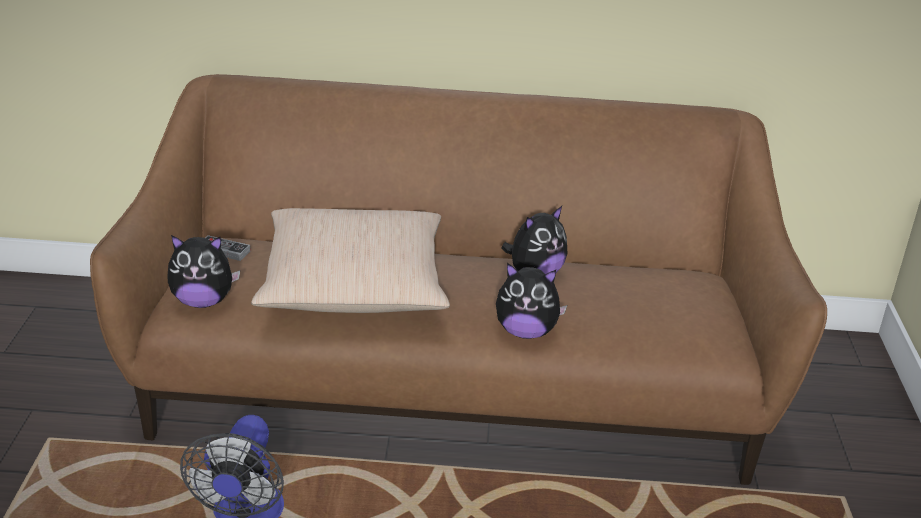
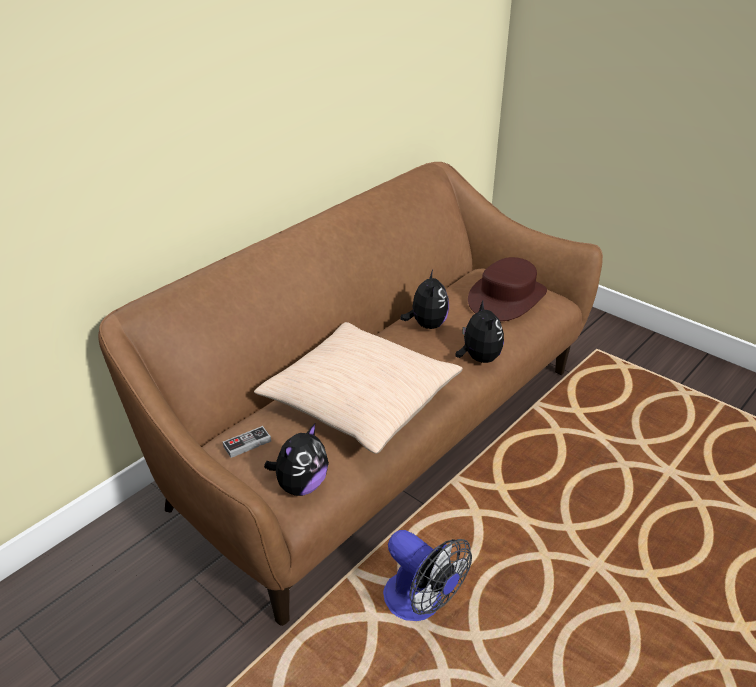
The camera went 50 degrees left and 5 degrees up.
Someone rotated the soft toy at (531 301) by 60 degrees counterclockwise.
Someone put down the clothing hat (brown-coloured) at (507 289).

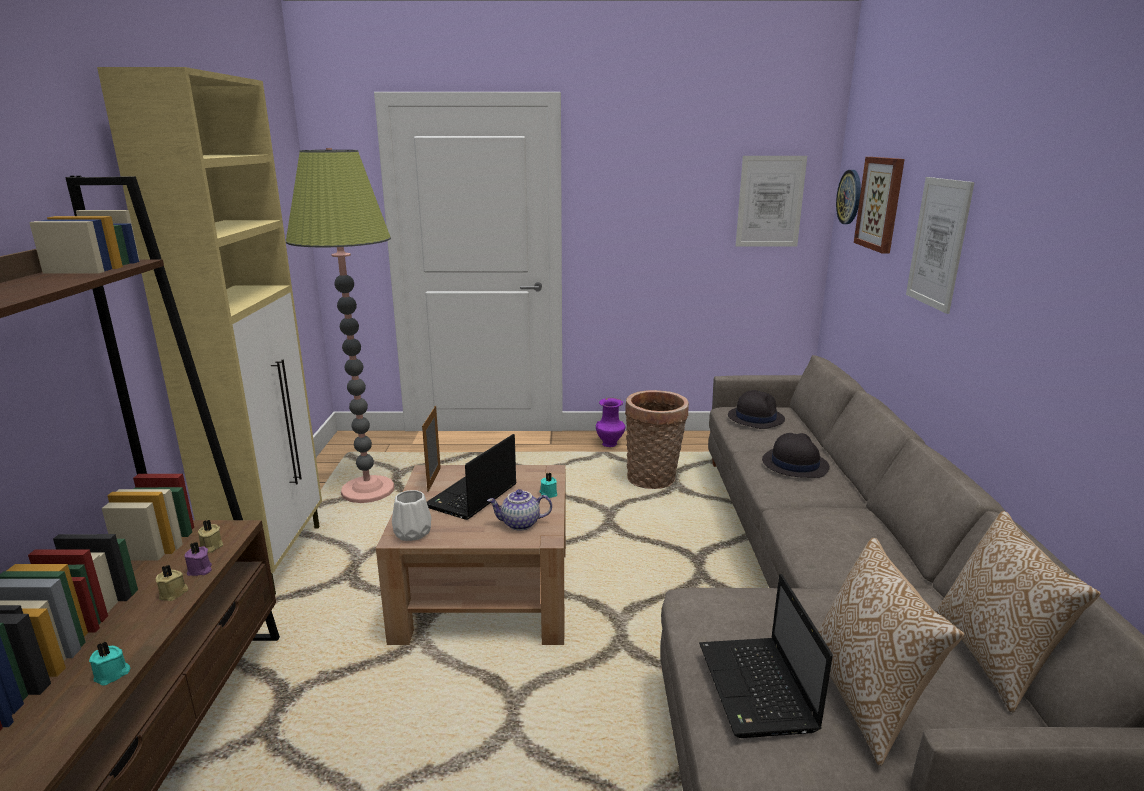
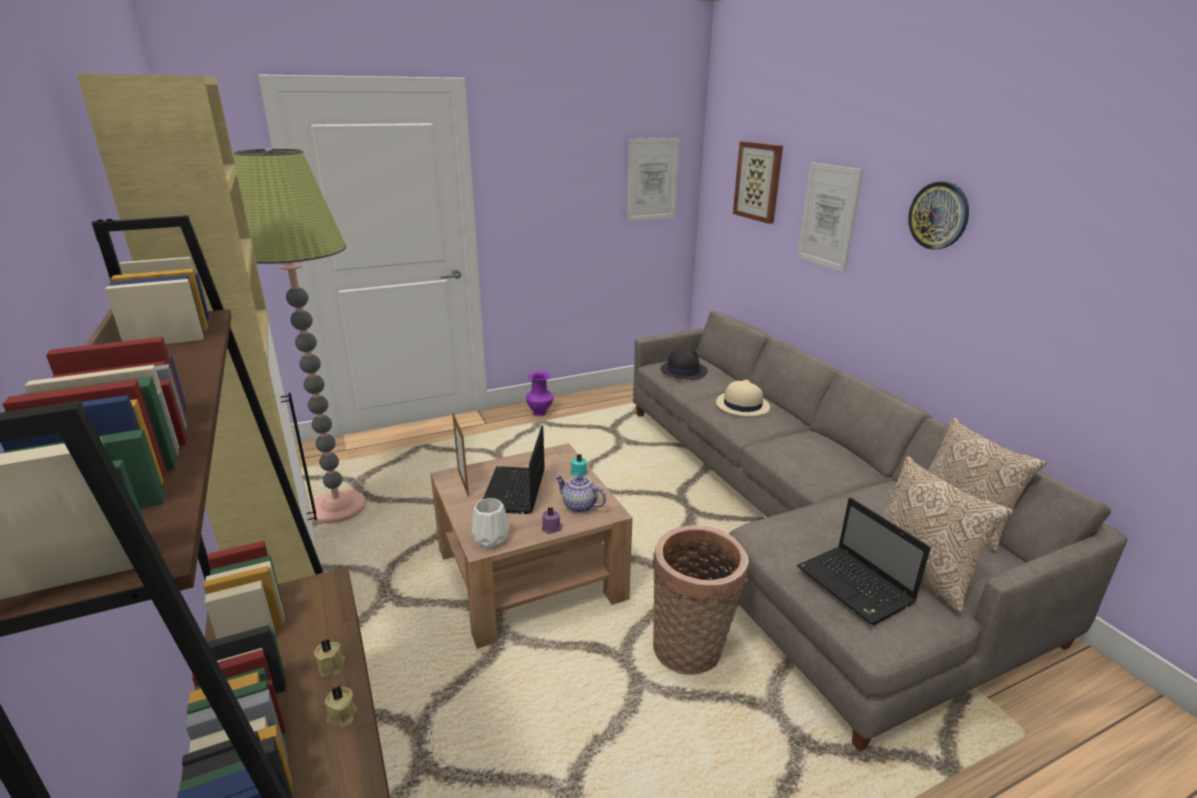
The camera went 25 degrees left and 5 degrees up.
Someone carried the wall clock from (848 197) to (938 215).
Someone carried the basket from (657 439) to (700 600).
Someone repainted the clothing hat (blackish) at (796 455), which became the clothing hat (beige-coloured) at (743 398).
Someone rotated the pot for tea at (519 510) by 60 degrees clockwise.
Someone carried the candle (beige-coloured) from (210 536) to (341 707).
Someone carried the candle (purple-coloured) from (198 559) to (552 520).
Someone took away the candle (turquoise-coloured) at (109 663).

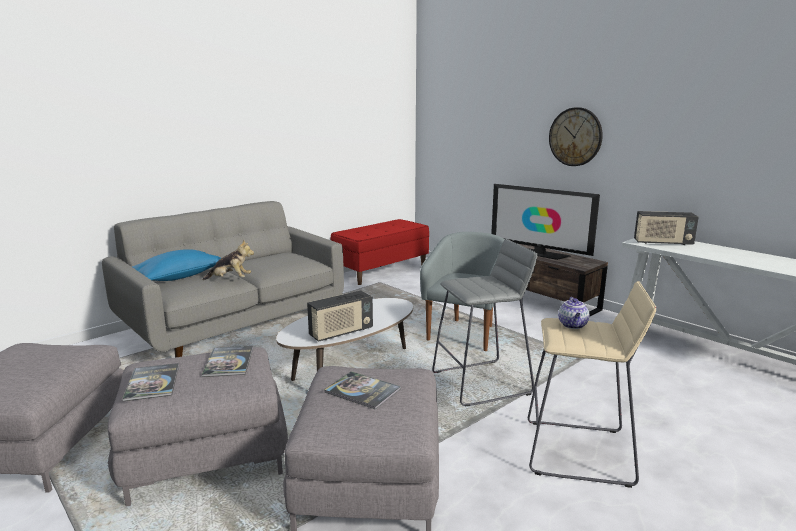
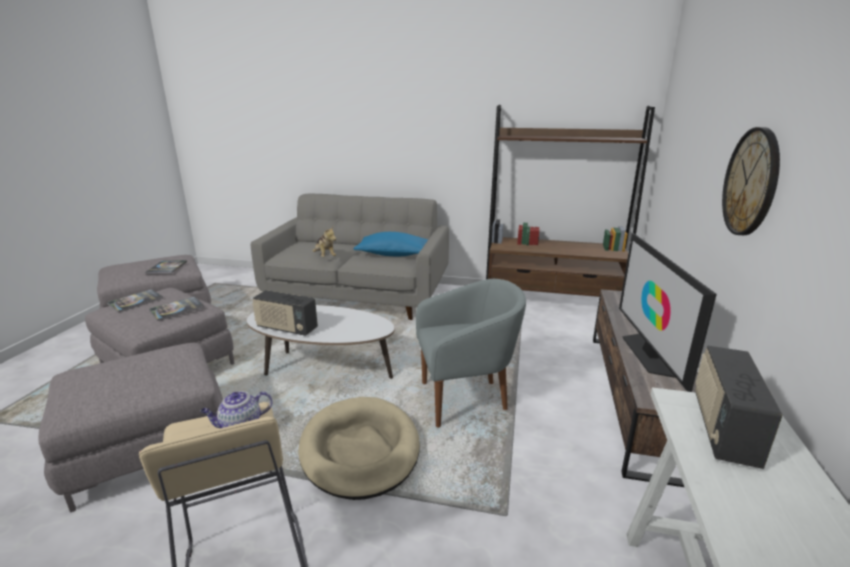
The camera went 55 degrees right and 5 degrees up.
Someone rotated the radio set at (666 228) by 45 degrees clockwise.
Someone swapped the indoor bench (reddish) at (380 252) for the shelving unit (brown-coloured) at (570 201).
Someone swapped the sitting stool (greyish) at (484 322) for the pet bed (beige-coloured) at (359 448).
Someone carried the cushion (blue-coloured) from (176 265) to (391 244).
Someone carried the book from (362 390) to (166 267).

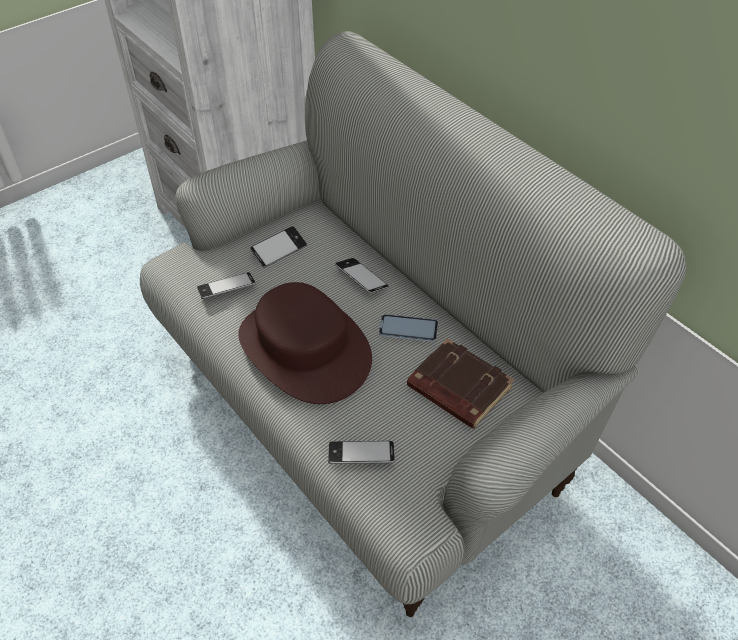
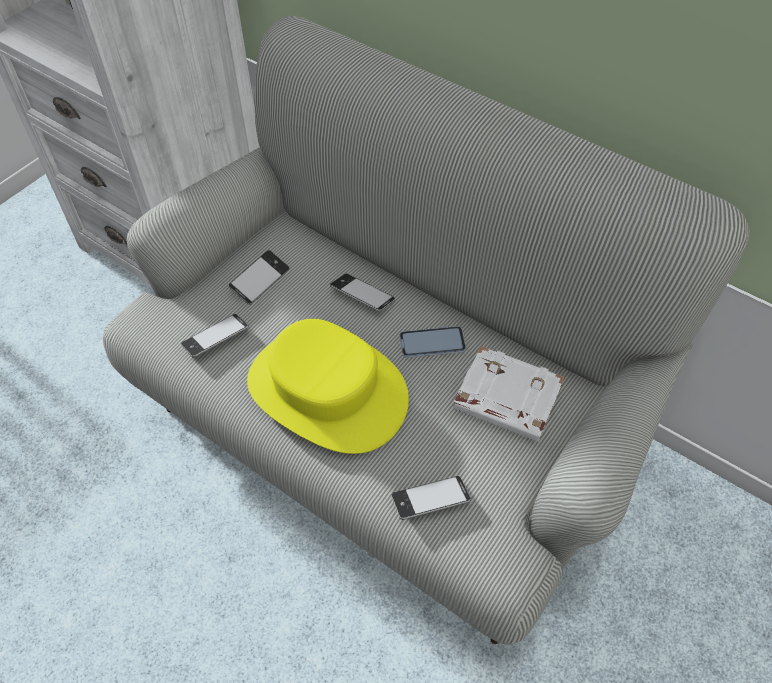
The camera went 15 degrees left and 5 degrees up.
Someone repainted the clothing hat (brown-coloured) at (305 343), which became the clothing hat (yellowish) at (328 386).
Someone repainted the book (brown-coloured) at (460 383), which became the book (whitish) at (509 394).

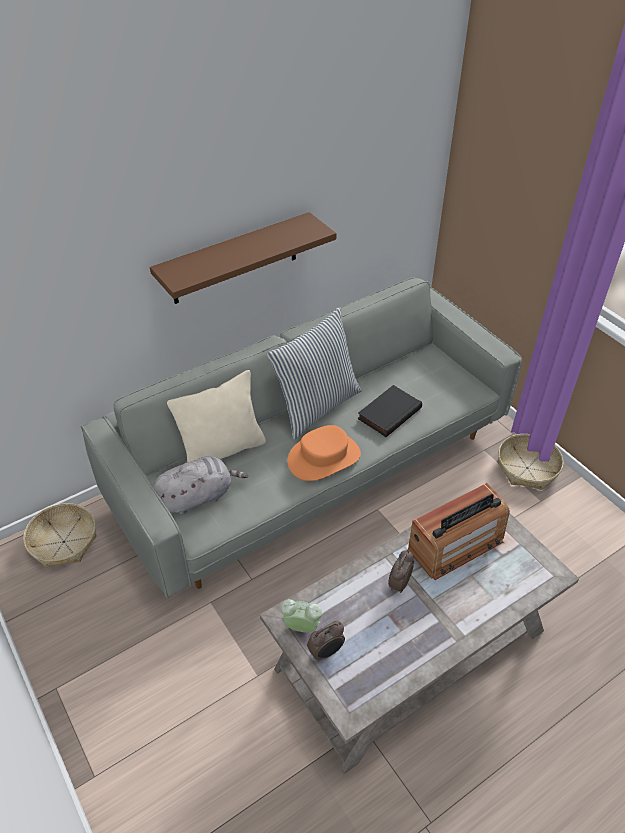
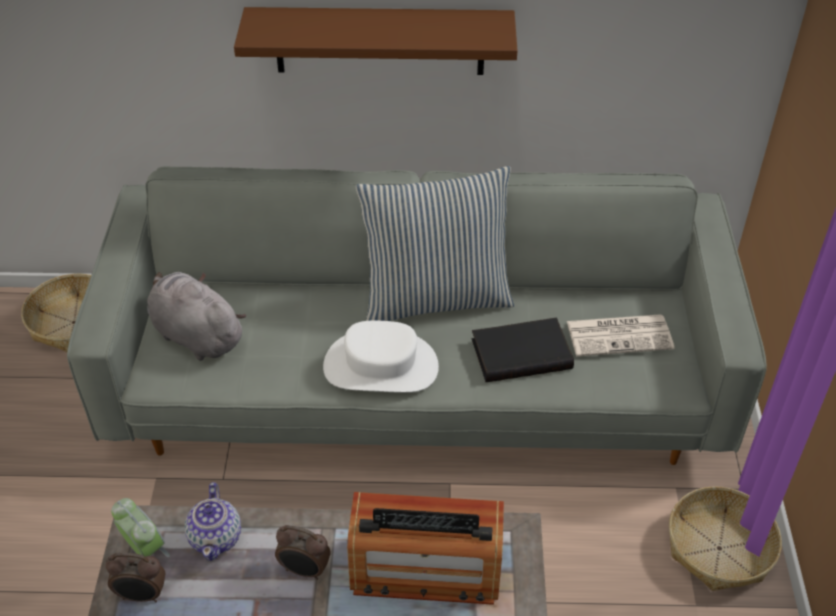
The camera went 35 degrees right and 0 degrees up.
Someone took away the cushion (beige-coloured) at (216 416).
Someone repainted the clothing hat (orange-coloured) at (324 453), which became the clothing hat (whitish) at (381 356).
Someone rotated the soft toy (greyish) at (200 485) by 150 degrees counterclockwise.
Someone rotated the table clock at (401 571) by 135 degrees counterclockwise.
Someone put down the newspaper at (621 335).
Someone put down the pot for tea at (213 521).

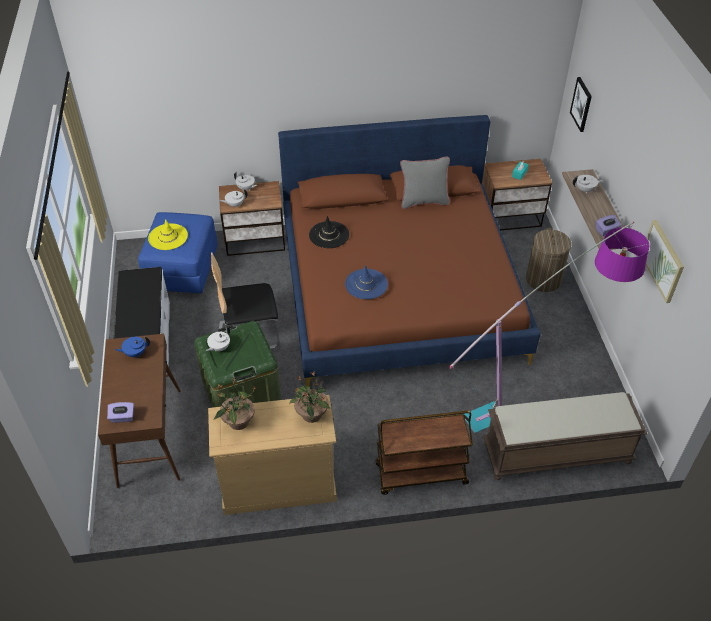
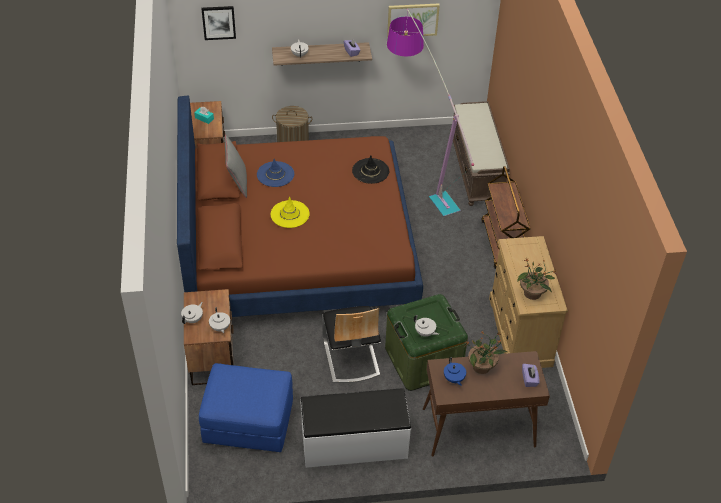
The camera went 90 degrees left and 0 degrees up.
Someone carried the clothing hat (blackish) from (329 232) to (370 169).
Someone carried the clothing hat (yellowish) from (168 234) to (290 212).
Someone carried the clothing hat (blue-coloured) from (366 282) to (275 173).
Someone carried the houseplant from (310 397) to (486 352).

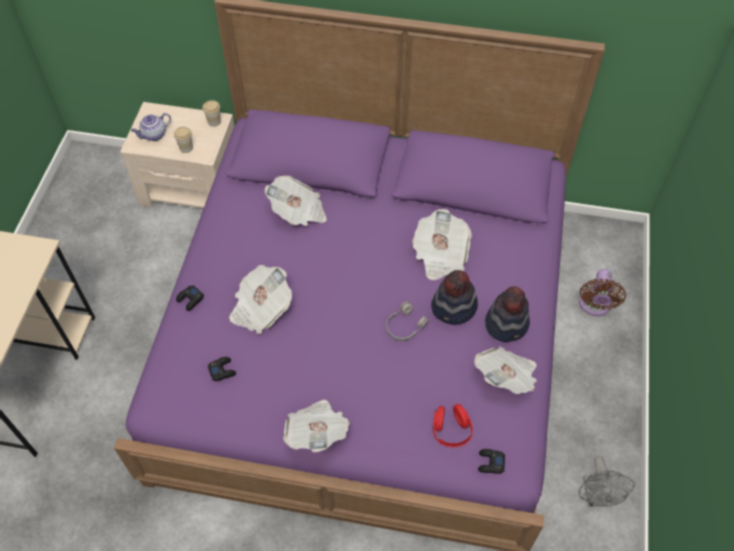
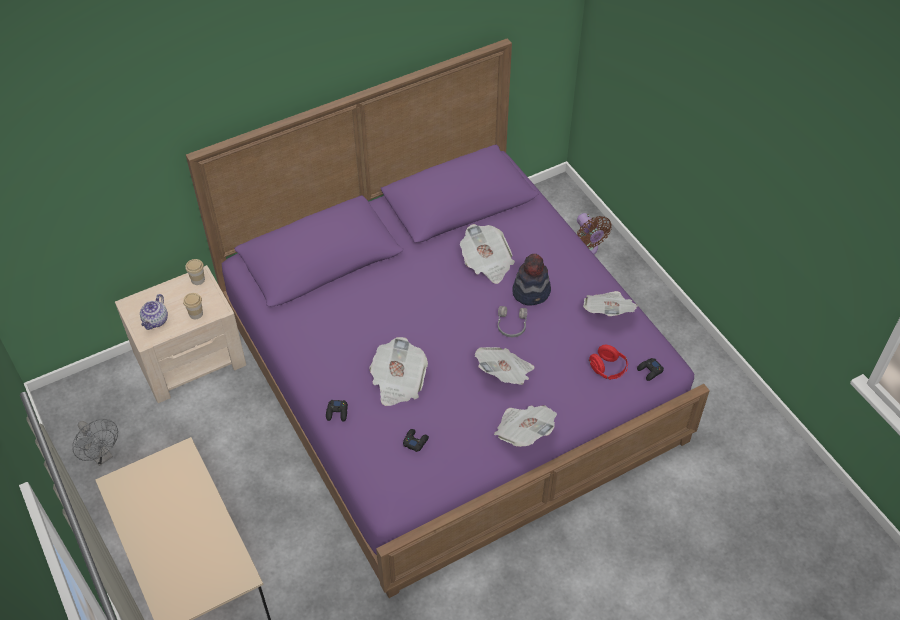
The camera went 40 degrees left and 5 degrees down.
Someone carried the newspaper from (296 201) to (505 366).
Someone took away the clothing hat at (507 314).
Someone carried the electric fan (greyish) from (606 481) to (95 442).

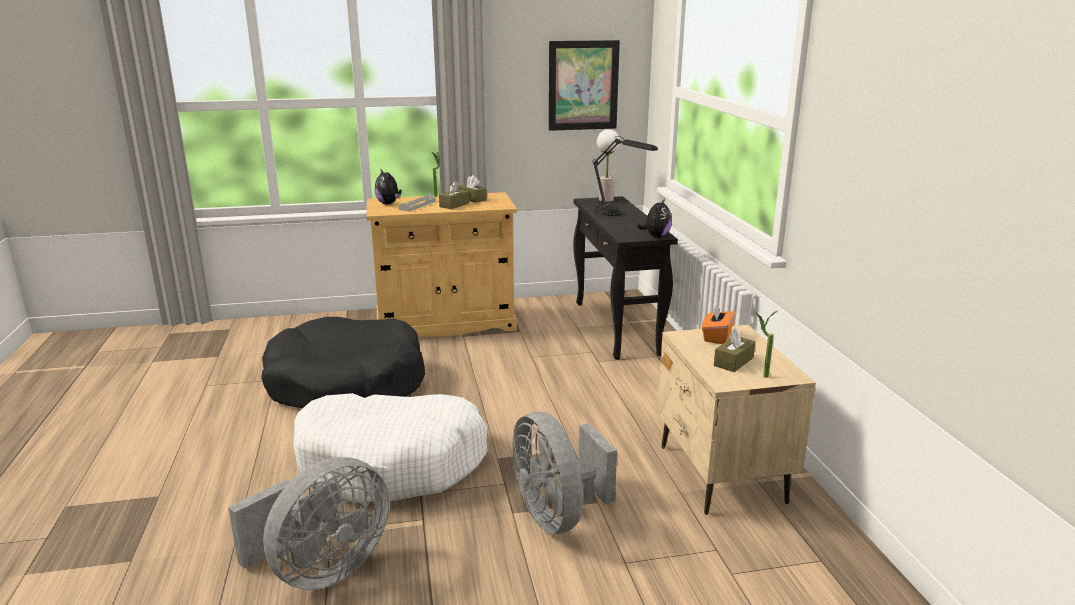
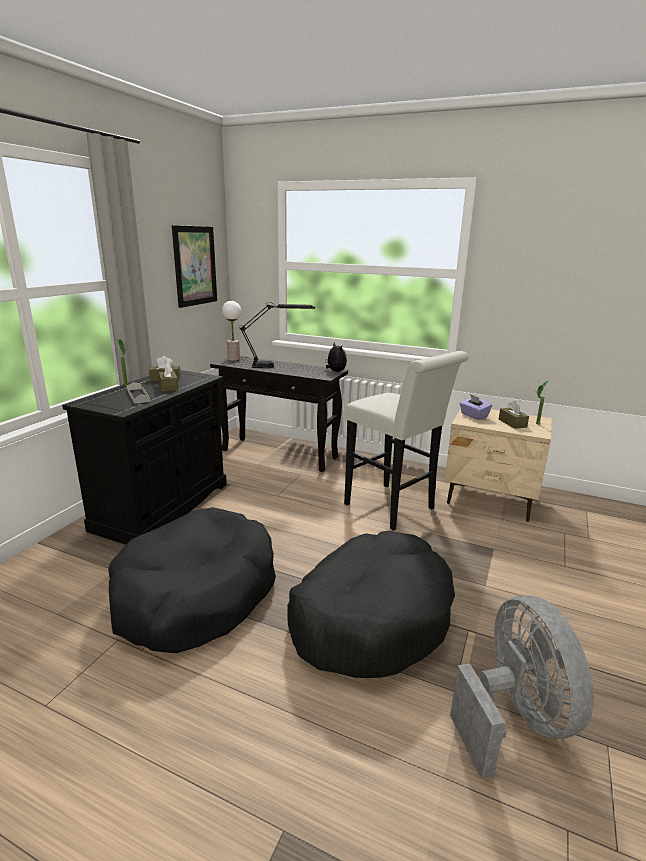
The camera went 55 degrees left and 0 degrees up.
Someone took away the soft toy at (388 186).
Someone repainted the storage cabinet (beige-coloured) at (442 264), which became the storage cabinet (blackish) at (144 457).
Someone repainted the tissue box (orange-coloured) at (718 323), which became the tissue box (purple-coloured) at (476 407).
Someone repainted the pet bed (whitish) at (390 448), which became the pet bed (blackish) at (371 604).
Someone took away the electric fan (greyish) at (565 472).
Someone put down the sitting stool (whitish) at (406 441).

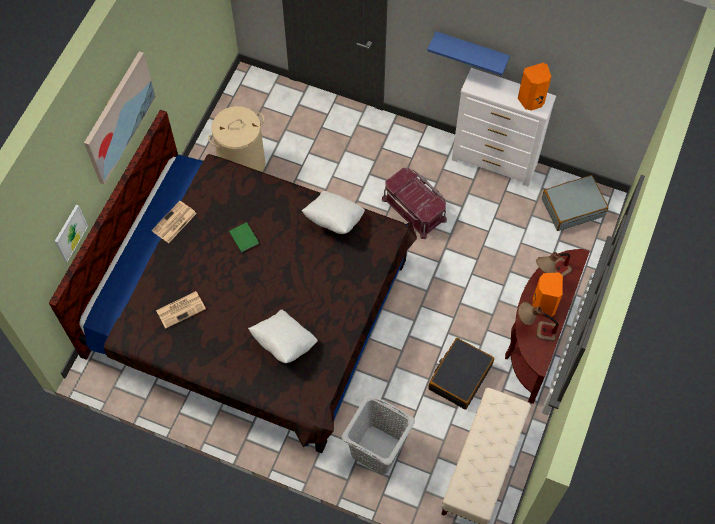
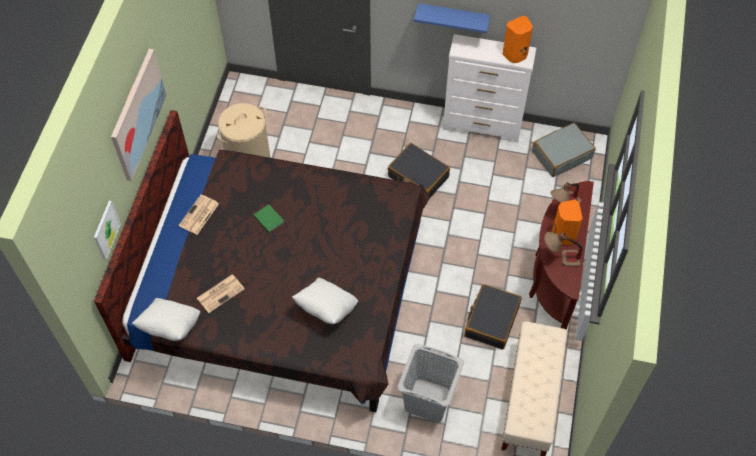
The camera went 10 degrees left and 5 degrees down.
Someone swapped the storage container (reddish) at (414 203) for the travel case (blackish) at (419 170).
Someone carried the cushion (whitish) from (333 212) to (166 319).

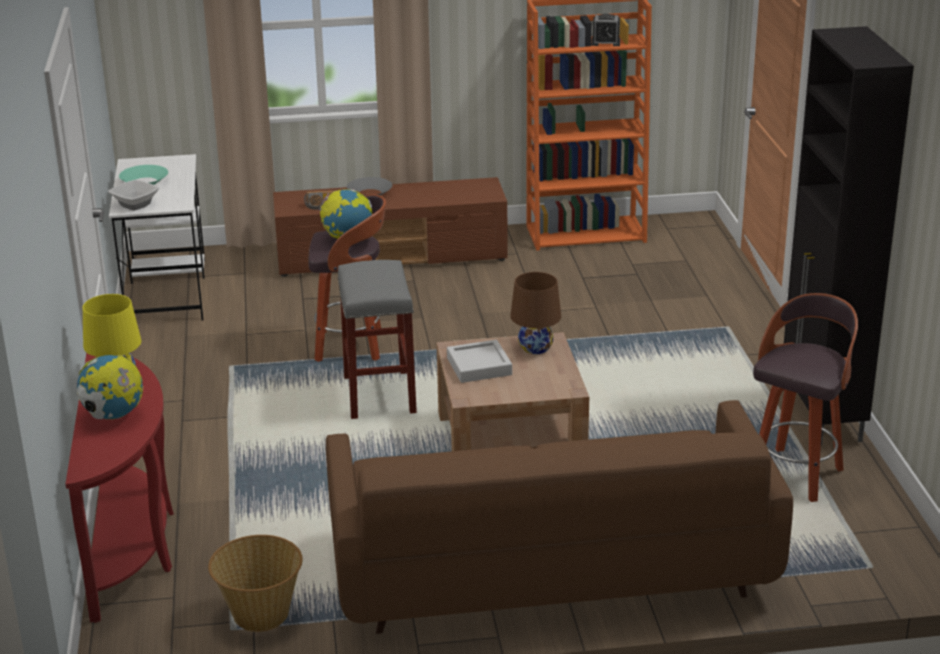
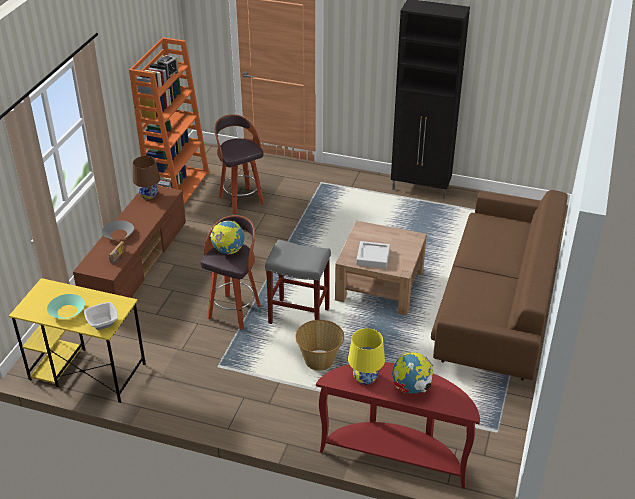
The camera went 65 degrees left and 10 degrees up.
Someone repainted the desk (whitish) at (157 237), which became the desk (yellowish) at (77 340).
Someone carried the table lamp (brown-coloured) from (535 313) to (146 177).
Someone carried the sitting stool from (805 397) to (239 164).
Someone carried the basket from (255 583) to (319 345).

